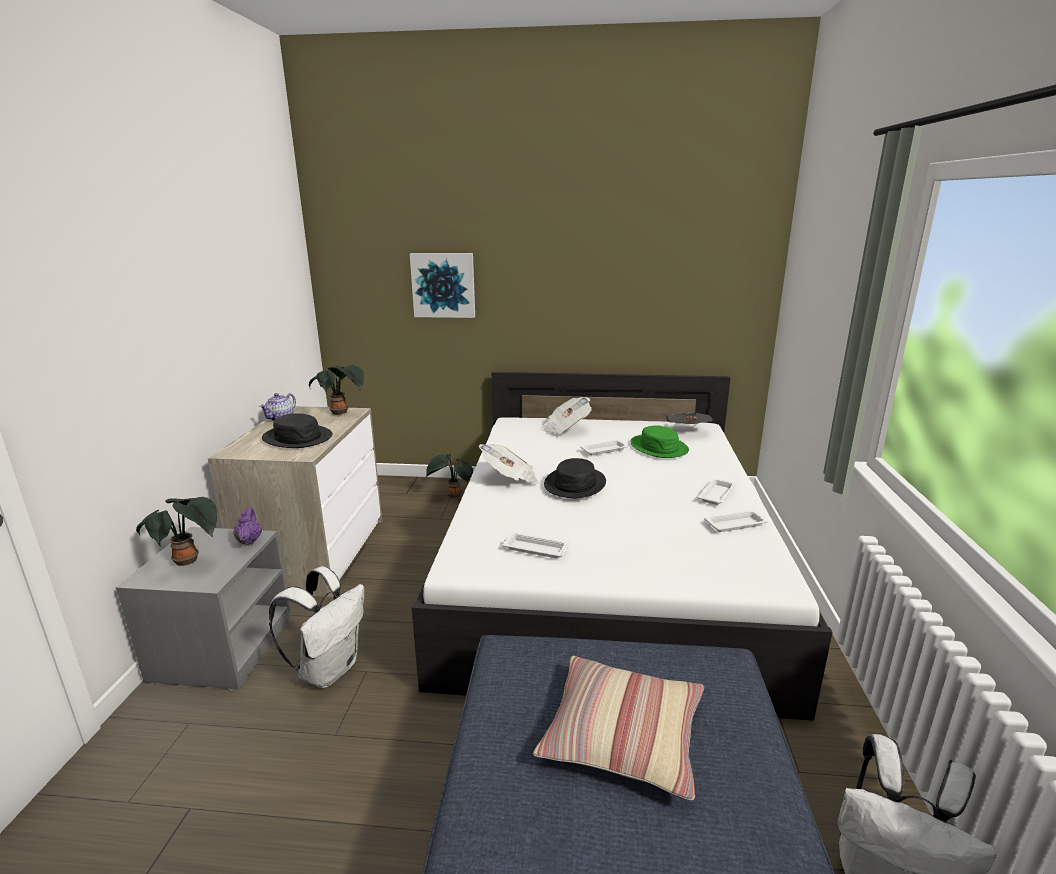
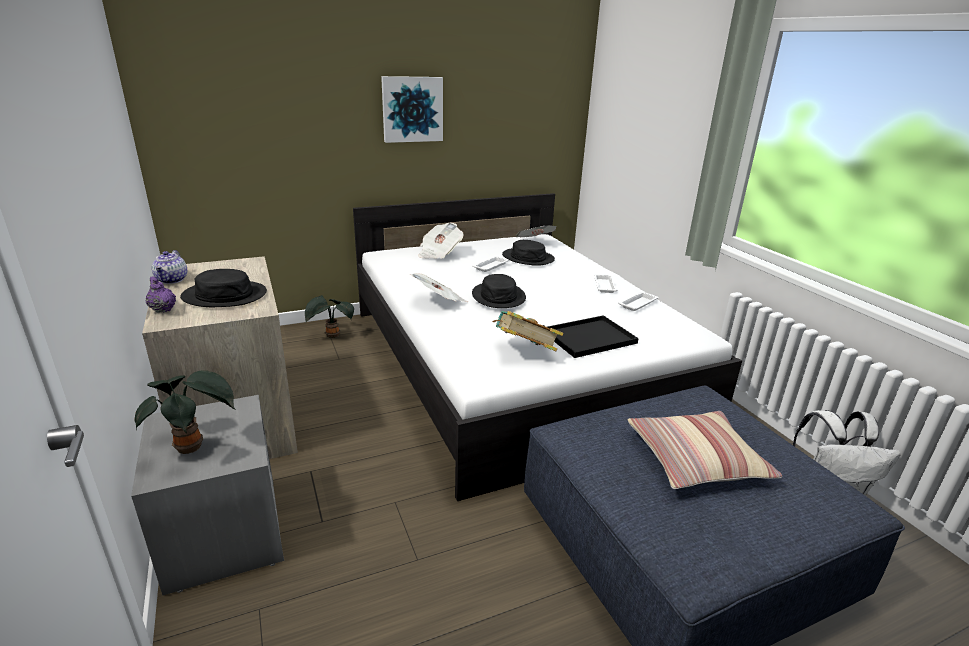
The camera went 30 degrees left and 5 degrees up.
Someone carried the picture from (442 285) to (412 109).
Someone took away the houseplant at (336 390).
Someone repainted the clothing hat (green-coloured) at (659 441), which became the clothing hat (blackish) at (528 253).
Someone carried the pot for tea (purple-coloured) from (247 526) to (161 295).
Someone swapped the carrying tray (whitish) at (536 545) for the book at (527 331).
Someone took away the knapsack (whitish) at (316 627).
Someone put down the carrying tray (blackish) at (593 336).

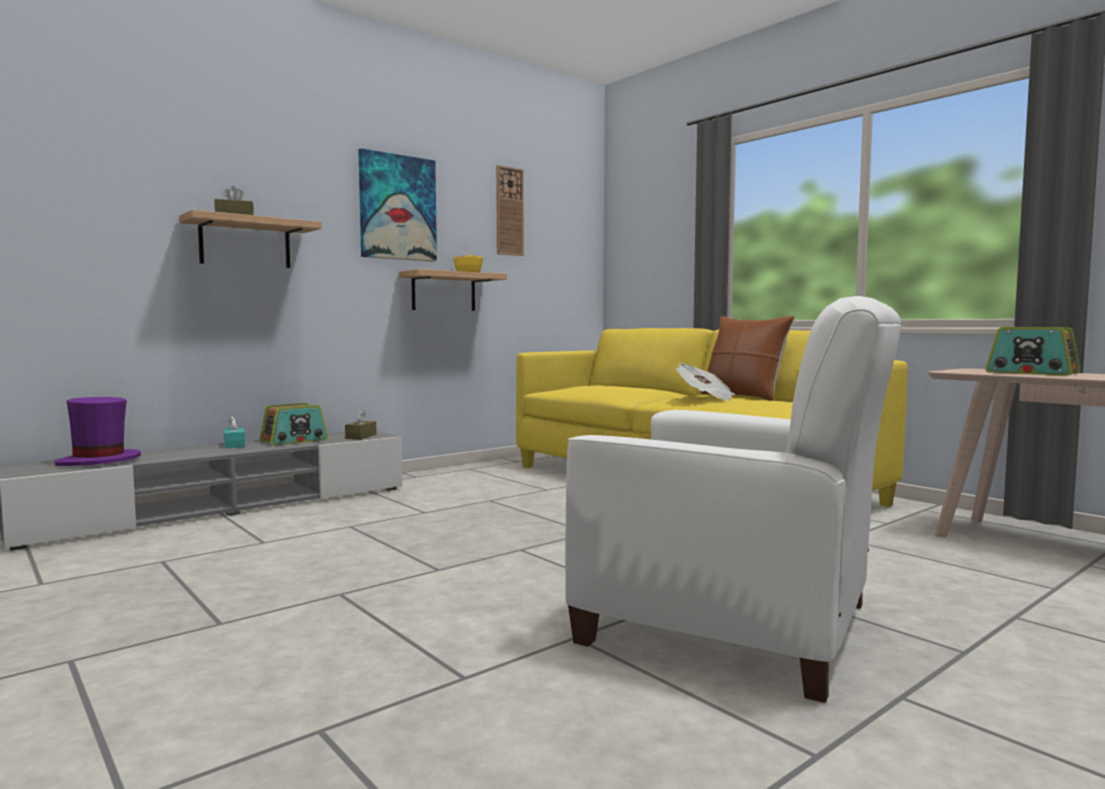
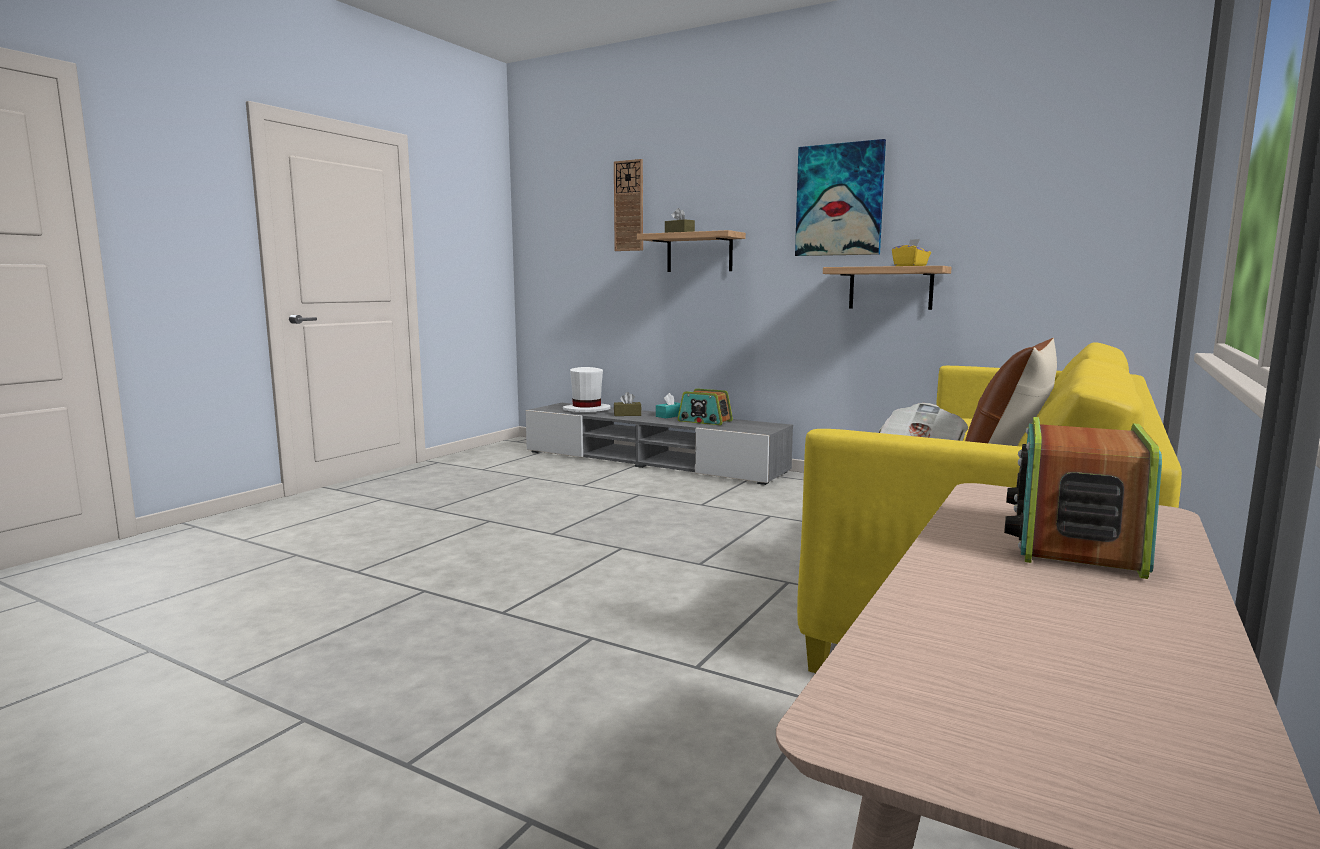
The camera went 70 degrees right and 5 degrees up.
Someone carried the wall clock from (510 210) to (628 205).
Someone took away the easy chair (whitish) at (733 499).
Someone repainted the clothing hat (purple-coloured) at (97 431), which became the clothing hat (whitish) at (587 389).
Someone carried the tissue box (brown-coloured) from (361 424) to (628 404).

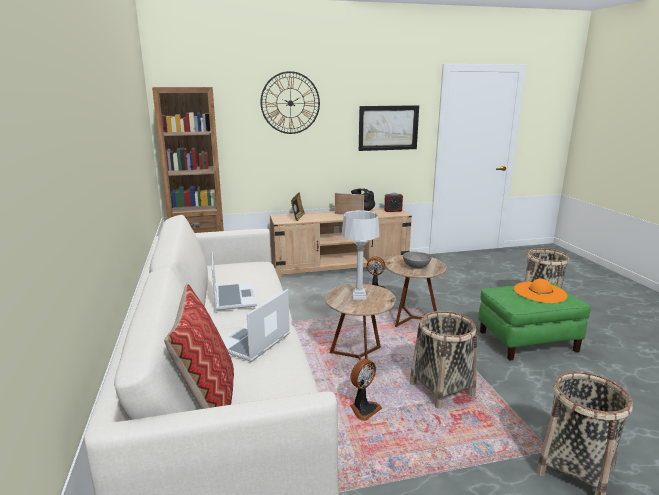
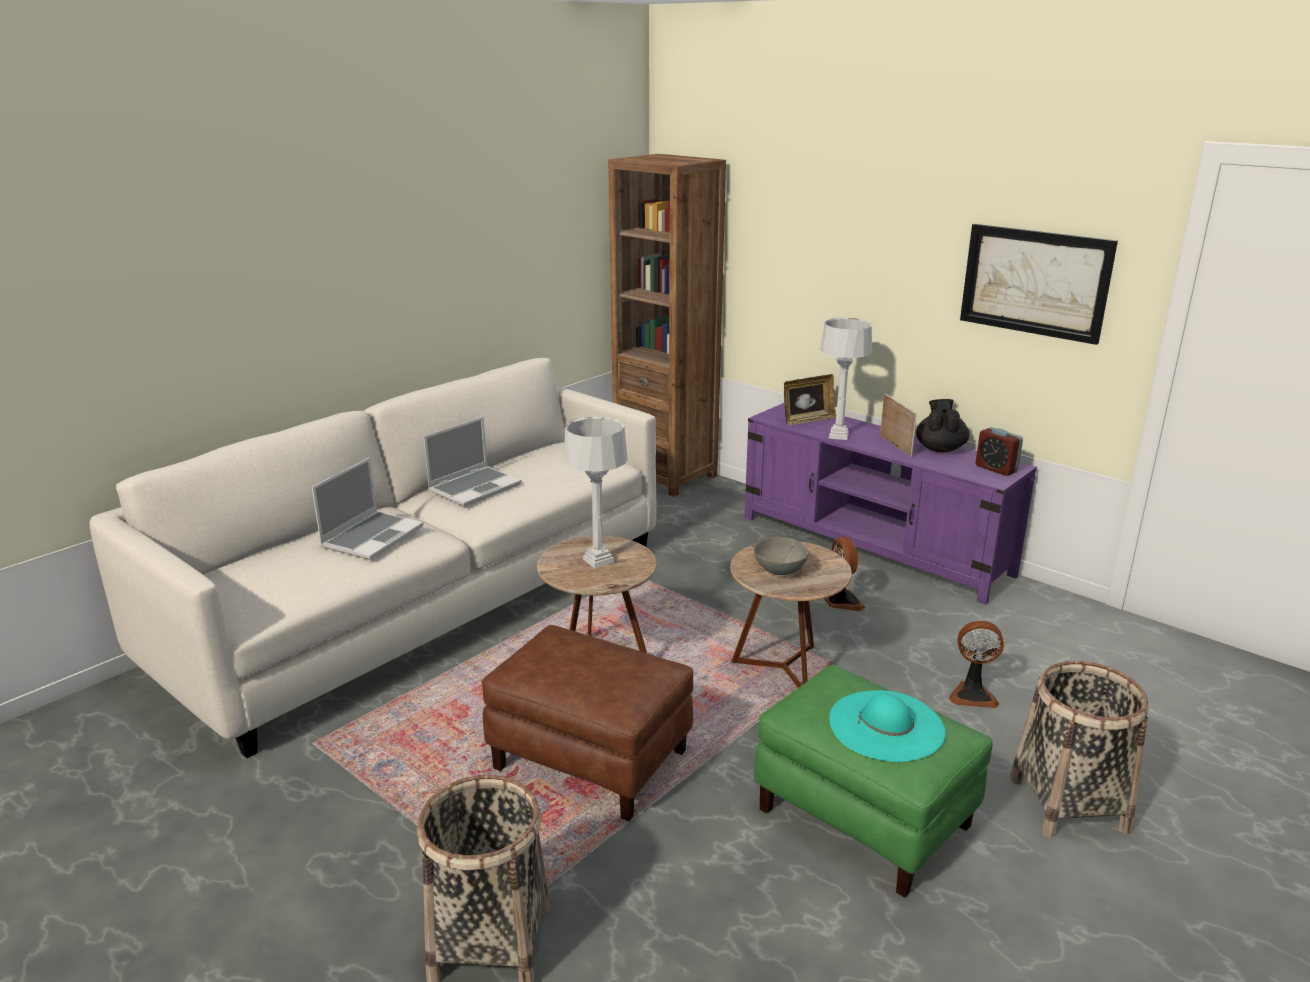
The camera went 55 degrees right and 5 degrees up.
Someone took away the wall clock at (290 102).
Someone repainted the media console (beige-coloured) at (341 244), which became the media console (purple-coloured) at (890 504).
Someone repainted the clothing hat (orange-coloured) at (540 291), which became the clothing hat (turquoise-coloured) at (887 726).
Someone took away the cushion at (199 346).
Someone rotated the portable computer at (256 325) by 120 degrees clockwise.
Someone swapped the basket at (443 360) for the pouffe (brown-coloured) at (587 723).
Someone carried the electric fan from (366 390) to (976 664).
Someone put down the table lamp (greyish) at (846 379).

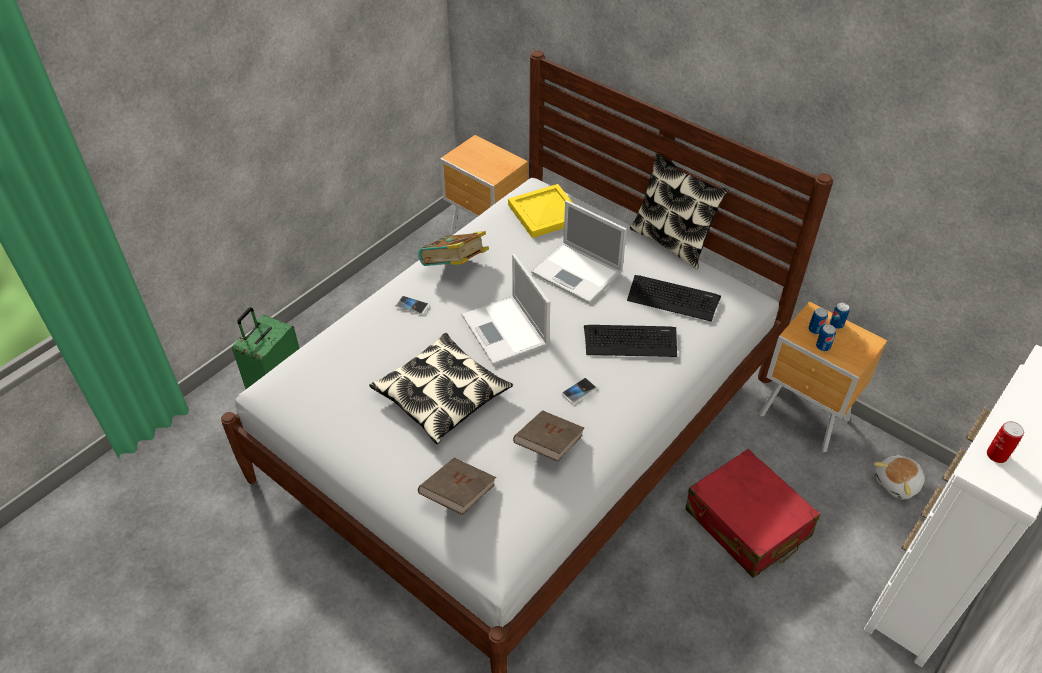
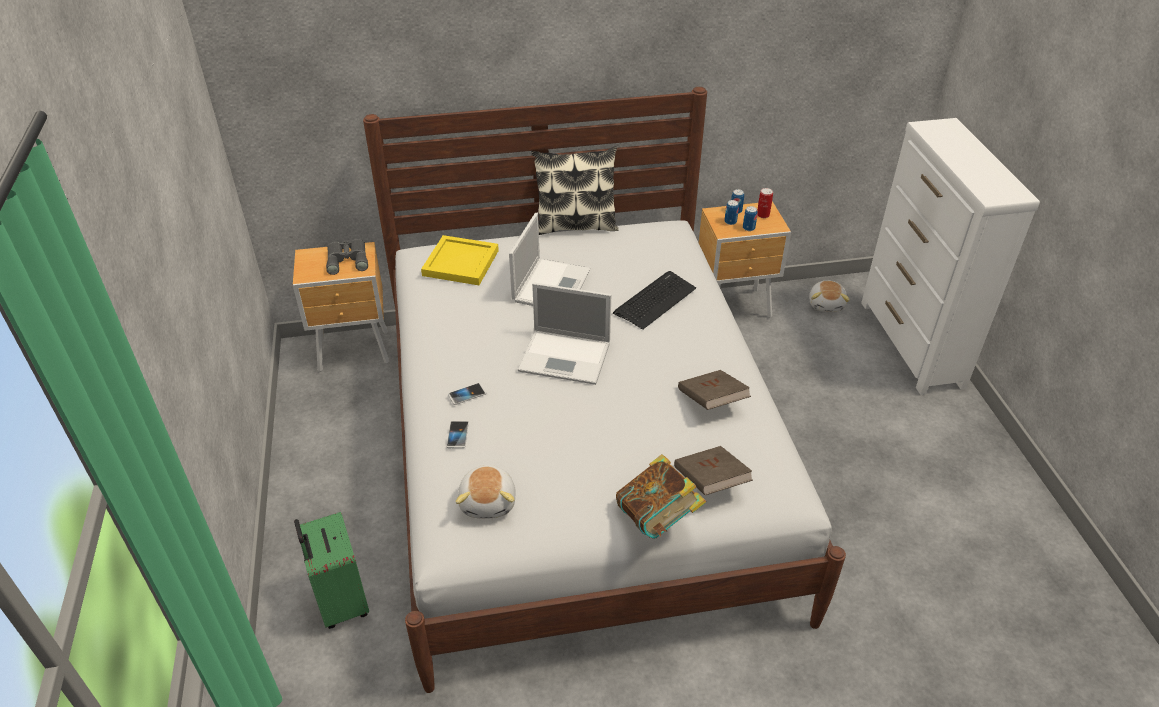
The camera went 50 degrees left and 5 degrees down.
Someone rotated the portable computer at (579 252) by 60 degrees counterclockwise.
Someone carried the book from (453 248) to (661 496).
Someone took away the keyboard at (674 298).
Someone took away the cushion at (441 388).
Someone carried the telephone from (579 390) to (457 434).
Someone carried the sealed can from (1005 442) to (765 203).
Someone took away the travel case (reddish) at (753 513).
Someone put down the binoculars (greyish) at (347 257).
Someone put down the soft toy at (486 492).

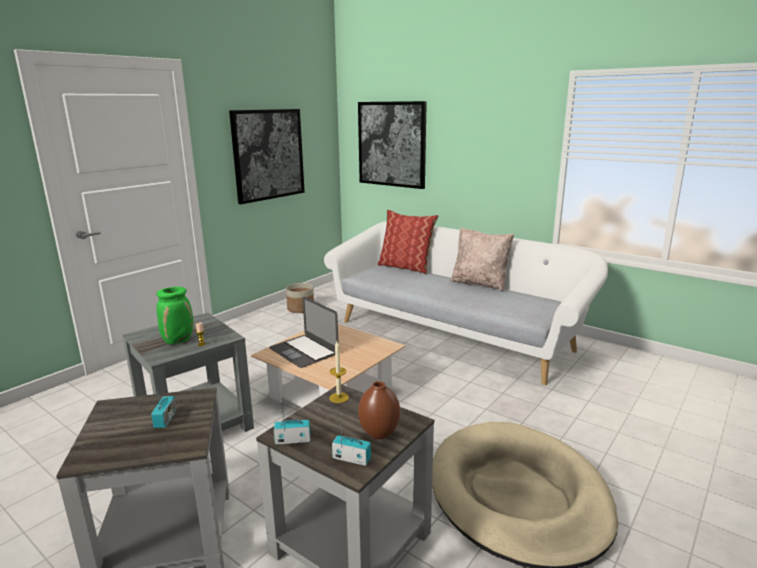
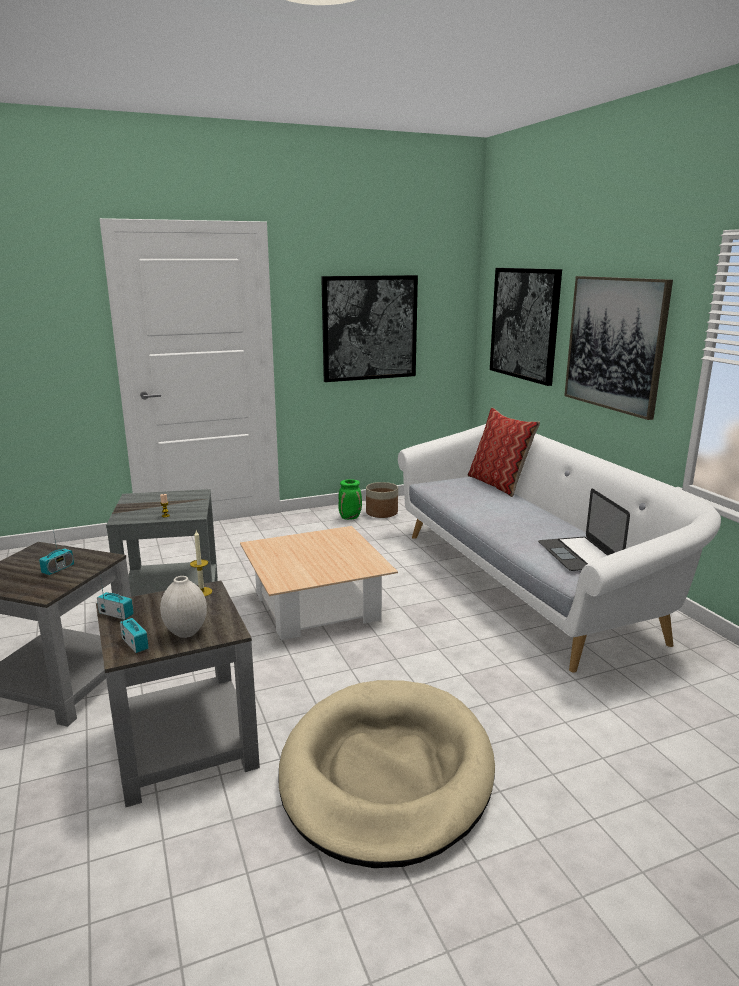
The camera went 30 degrees right and 0 degrees up.
Someone took away the cushion (beige-coloured) at (482 260).
Someone carried the decorative vase (green-coloured) from (175 315) to (350 499).
Someone carried the portable computer from (304 332) to (584 530).
Someone repainted the decorative vase (brown-coloured) at (379 410), which became the decorative vase (whitish) at (183 607).
Someone put up the picture at (618 348).

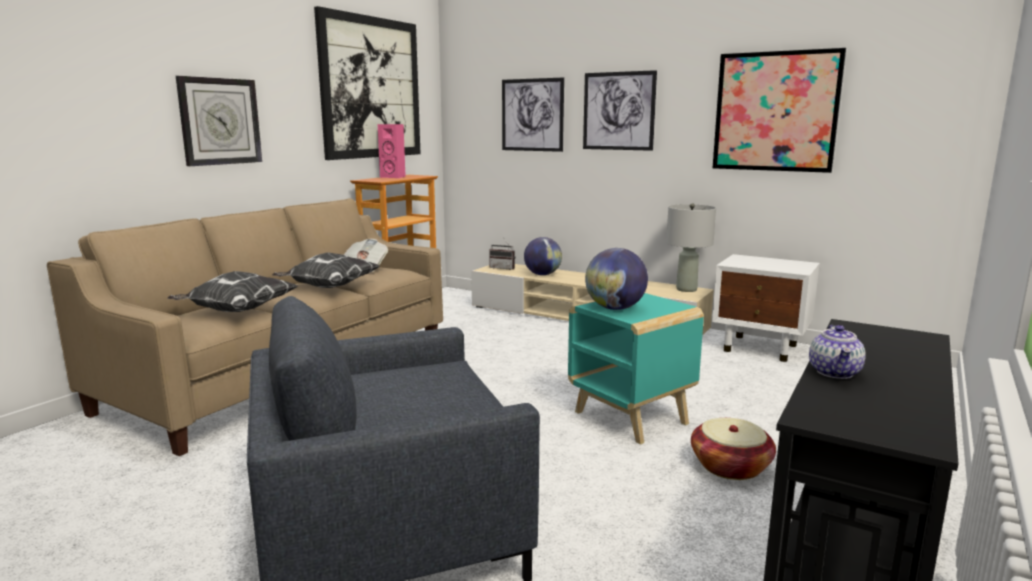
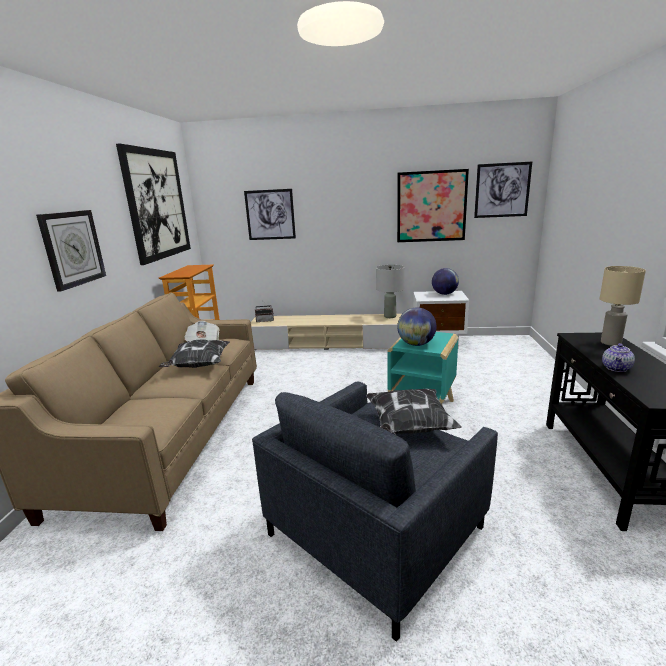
The camera went 25 degrees left and 5 degrees up.
Someone carried the picture from (620 110) to (503 190).
Someone took away the audio speaker (pinkish) at (392 151).
Someone carried the globe from (543 256) to (445 281).
Someone carried the cushion from (232 291) to (414 412).
Someone rotated the pot for tea at (837 352) by 45 degrees clockwise.
Someone took away the basket at (733 449).
Someone put down the table lamp (beige-coloured) at (623 306).

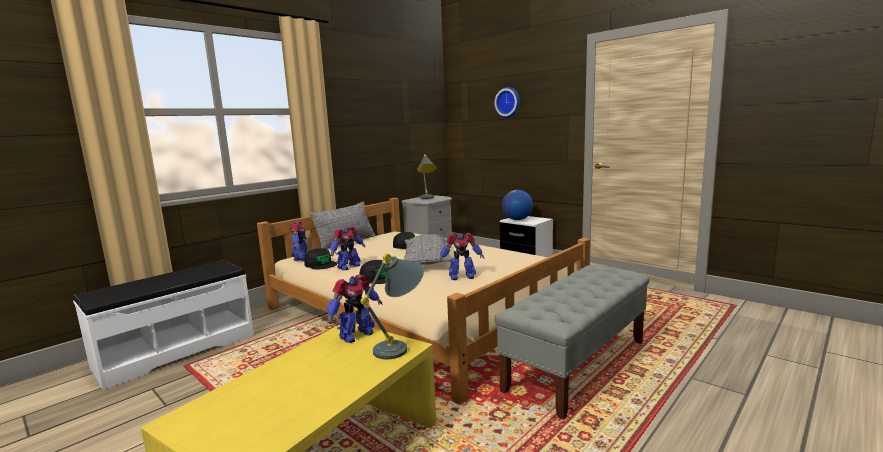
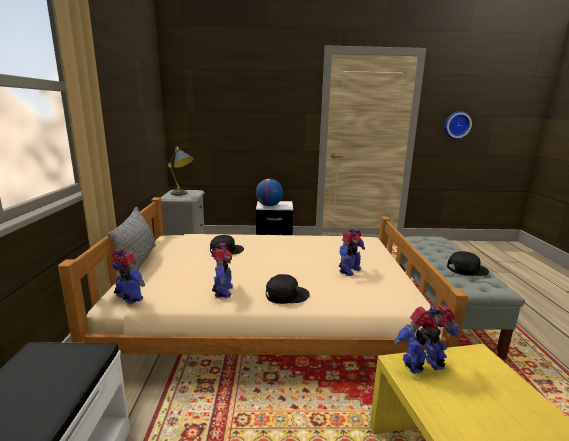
The camera went 45 degrees left and 5 degrees up.
Someone carried the wall clock from (507 102) to (458 125).
Someone took away the cushion (greyish) at (428 249).
Someone carried the peaked cap (blackish) from (320 258) to (468 263).
Someone took away the table lamp (greyish) at (392 306).
Someone rotated the robot figure at (355 309) by 105 degrees counterclockwise.

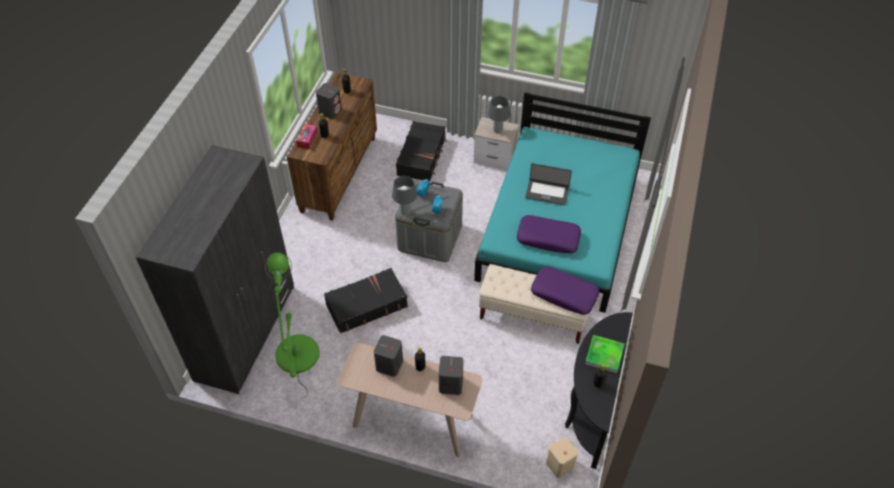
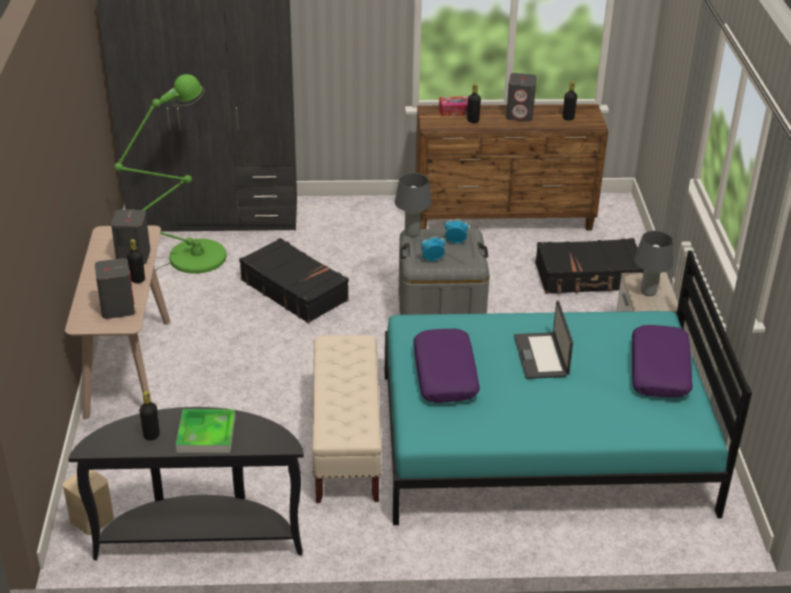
The camera went 70 degrees right and 15 degrees down.
Someone carried the cushion (purple-coloured) from (565 290) to (662 361).

